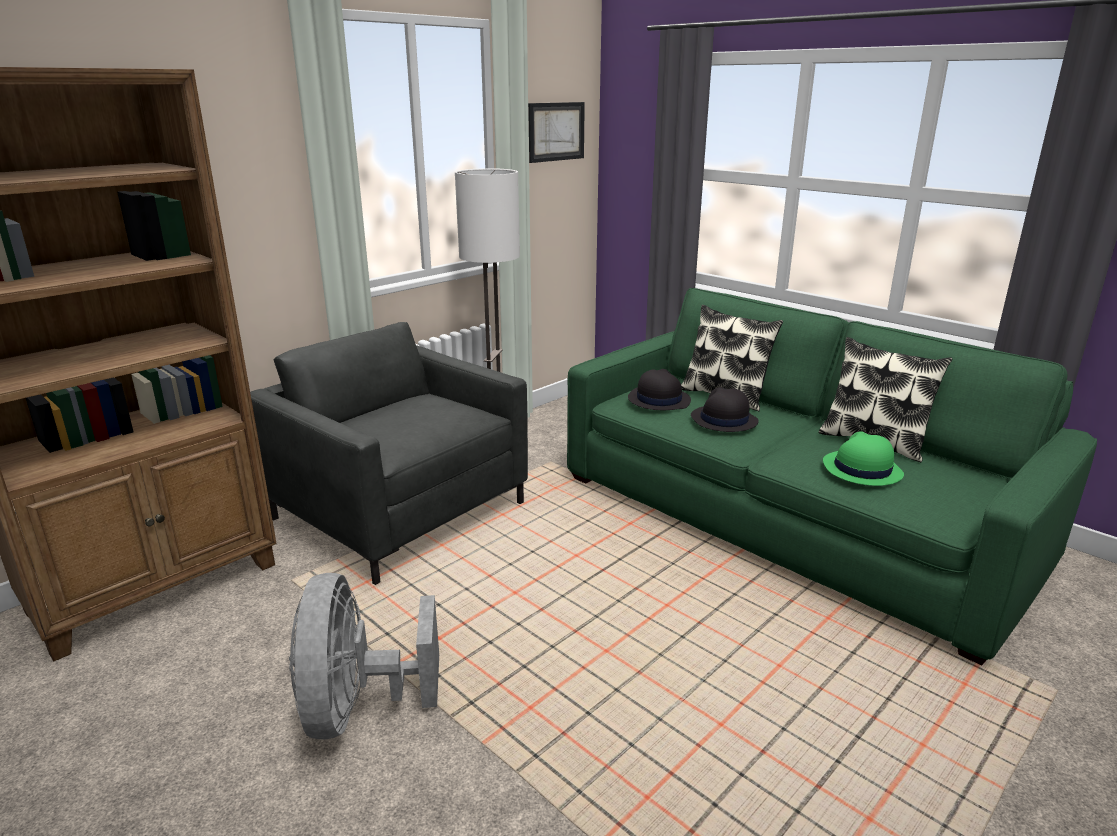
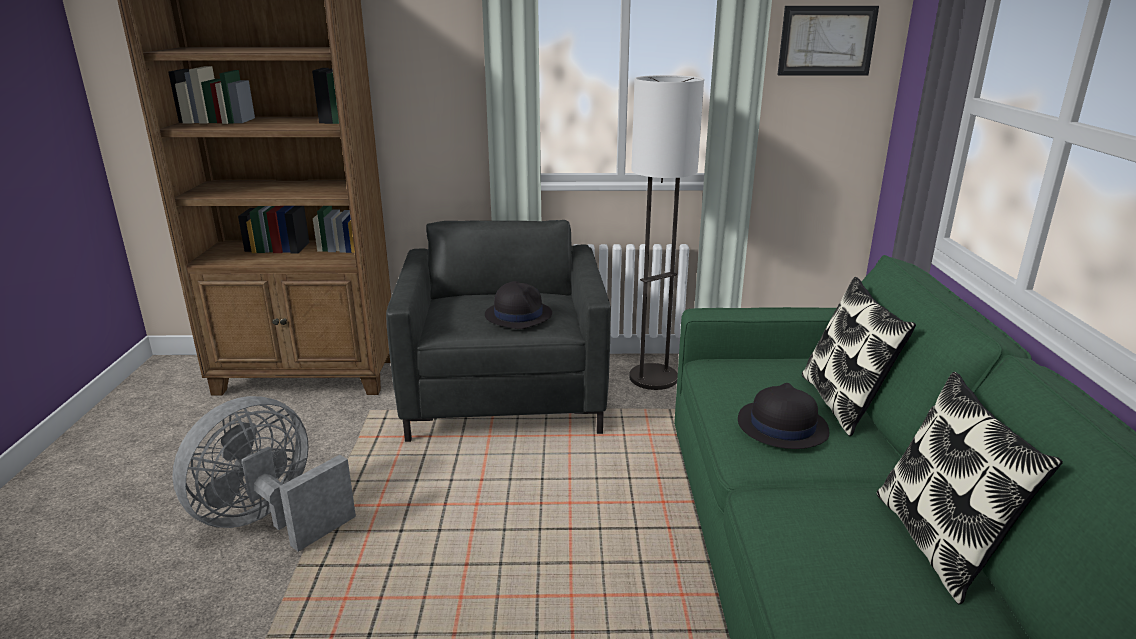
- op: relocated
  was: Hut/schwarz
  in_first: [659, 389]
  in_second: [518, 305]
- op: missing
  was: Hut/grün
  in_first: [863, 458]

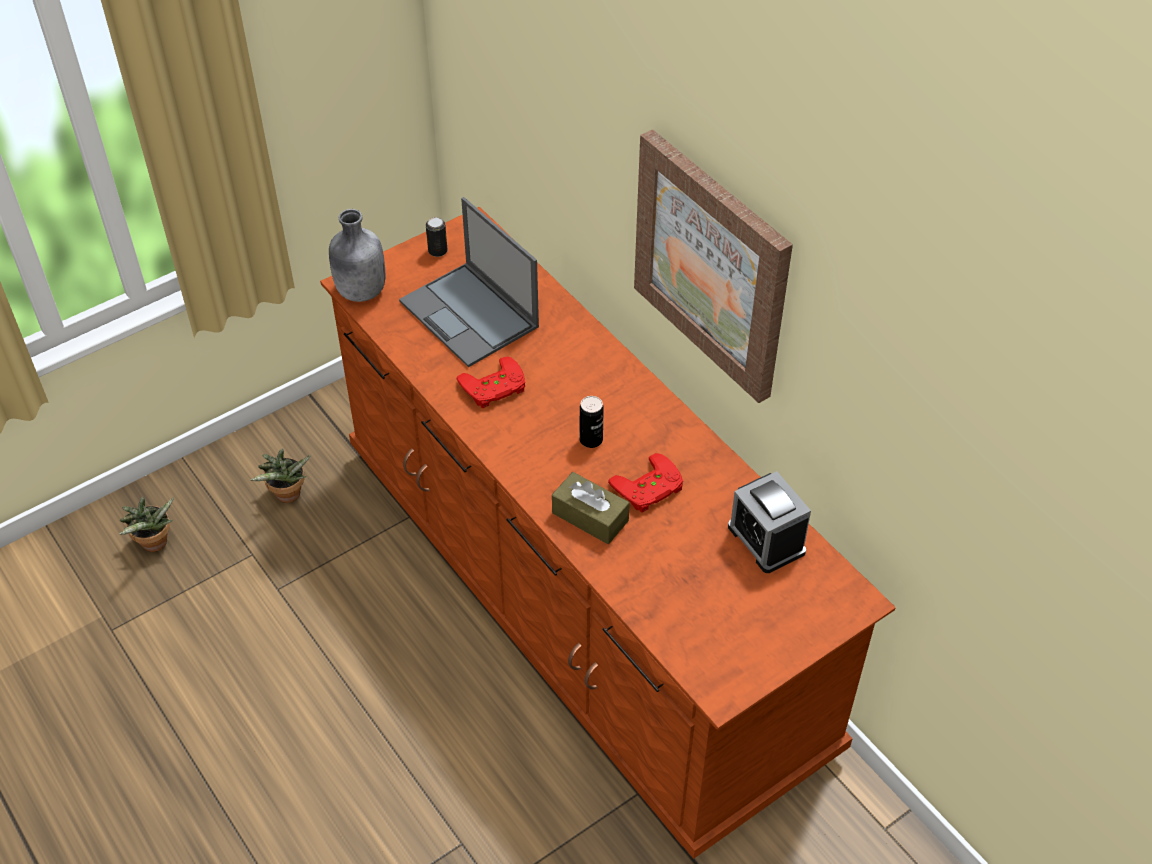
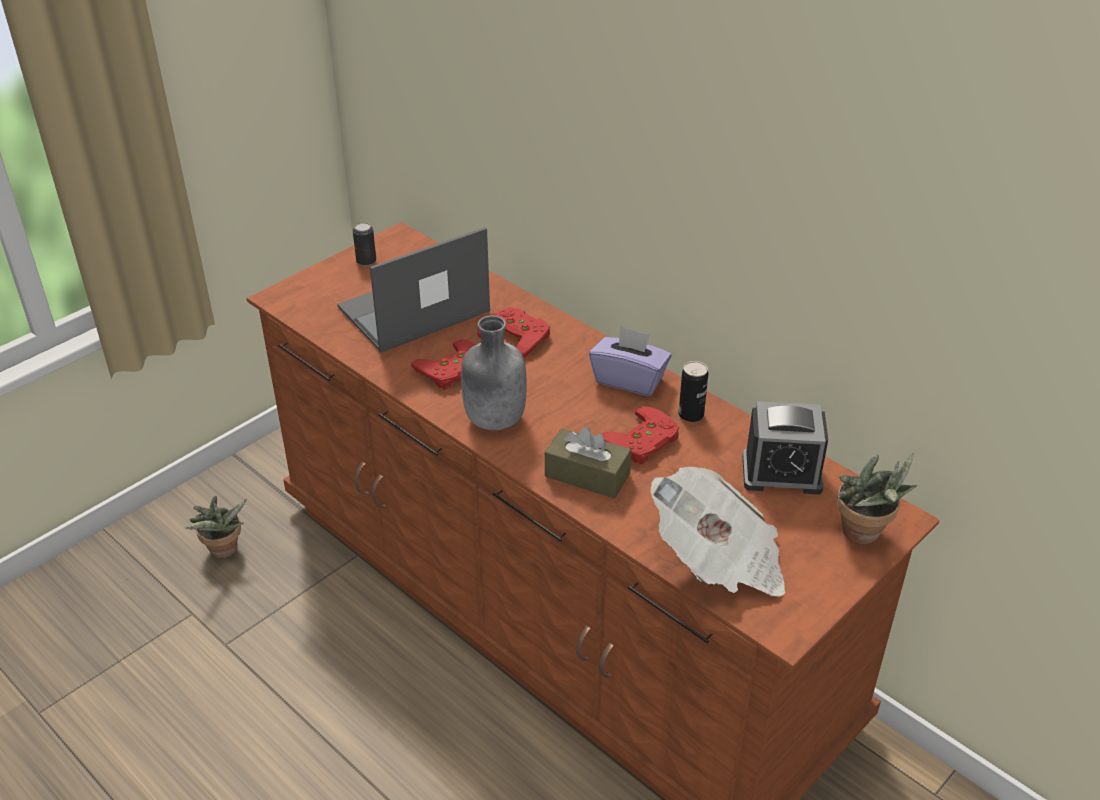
- op: relocated
  was: Topfpflanze
  in_first: [146, 524]
  in_second: [877, 498]
- op: relocated
  was: Flasche/grau
  in_first: [357, 255]
  in_second: [494, 372]
- op: spun
  was: Laptop
  in_first: [469, 282]
  in_second: [413, 289]
  clockwise: 105
- op: relocated
  was: Dose
  in_first: [592, 422]
  in_second: [693, 391]
- op: missing
  was: Bild
  in_first: [713, 266]
- op: spun
  was: Wecker
  in_first: [769, 522]
  in_second: [785, 448]
  clockwise: -45
- op: appeared
  now: Gamepad/rot
  in_second: [513, 332]
- op: appeared
  now: Taschentuchbox/lila
  in_second: [630, 361]
- op: appeared
  now: Zeitung
  in_second: [718, 532]

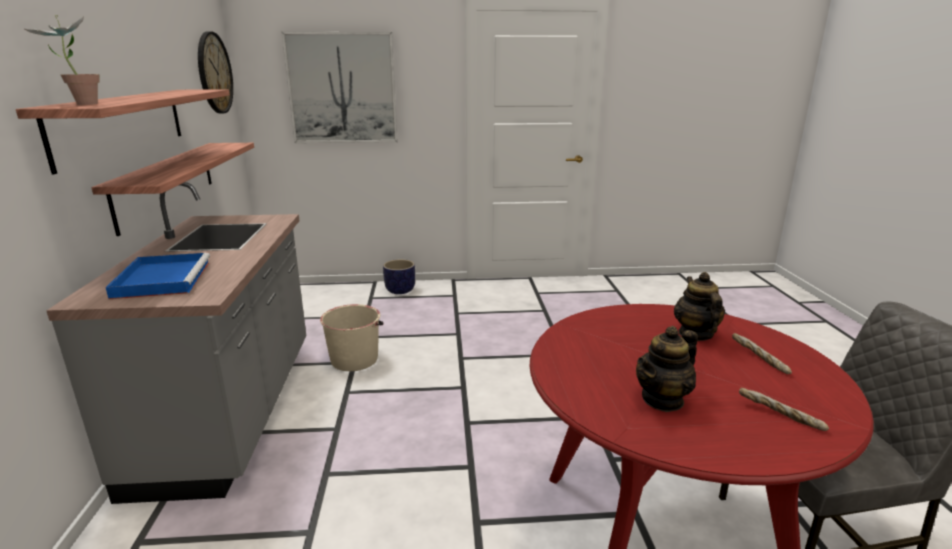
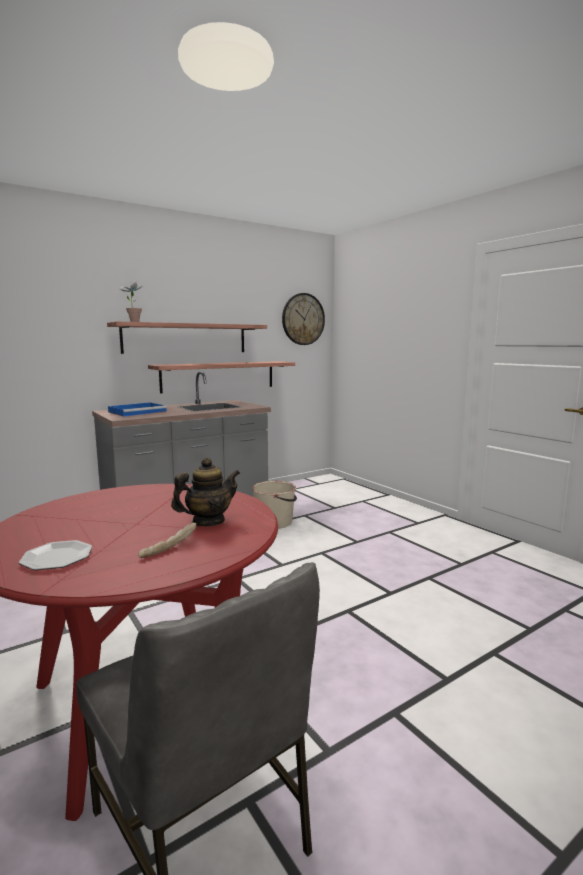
- op: missing
  was: Bild
  in_first: [339, 87]
- op: missing
  was: Pflanzkübel
  in_first: [399, 276]
- op: missing
  was: Teekanne
  in_first: [667, 369]
- op: exchanged
  was: Brot
  now: Teller
  in_first: [784, 409]
  in_second: [55, 555]

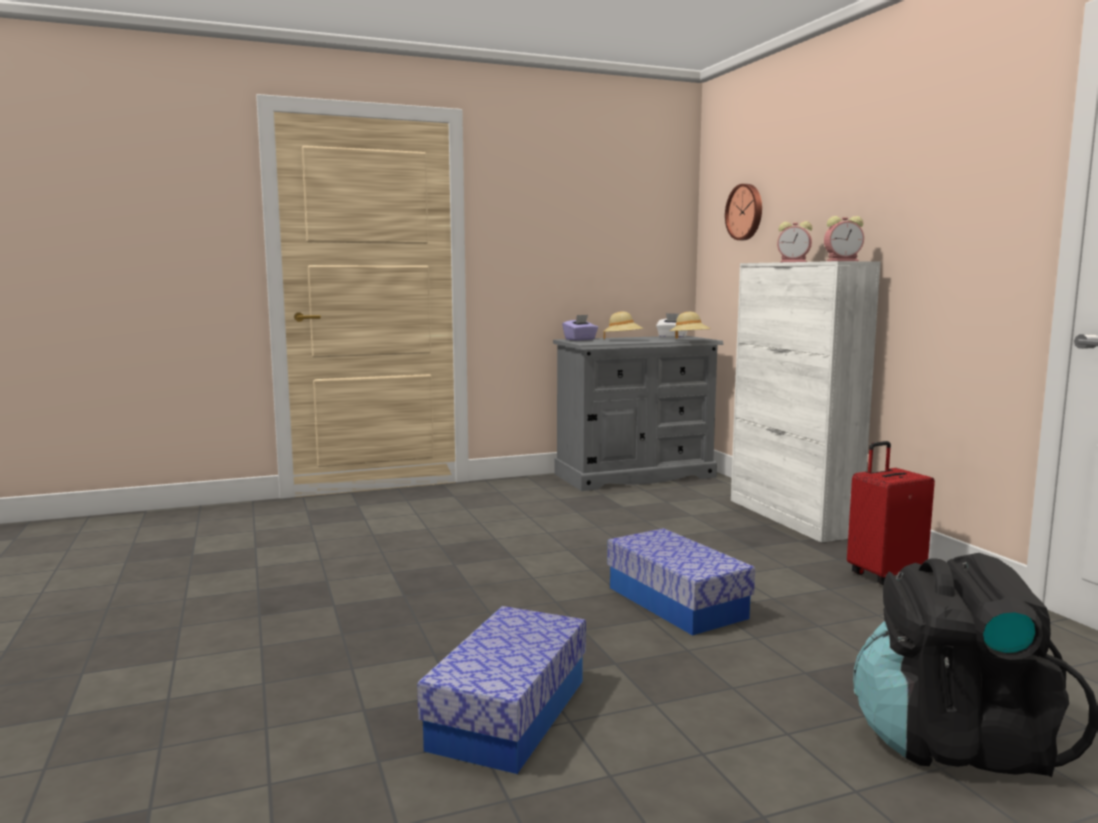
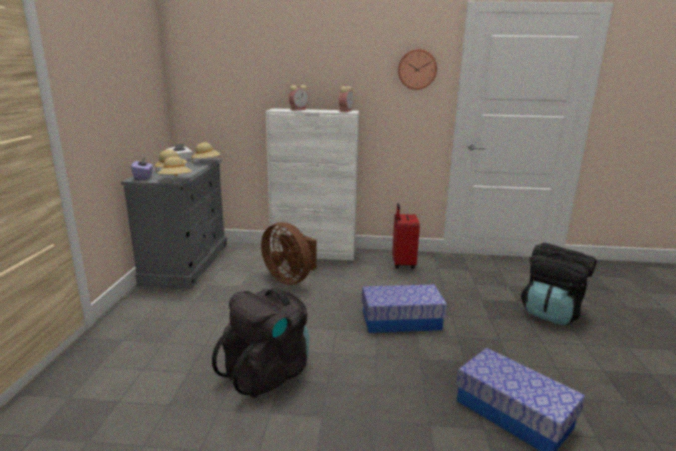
- op: relocated
  was: Wanduhr
  in_first: [743, 212]
  in_second: [417, 69]
- op: appeared
  now: Hut/beige
  in_second: [175, 166]
- op: appeared
  now: Rucksack/schwarz
  in_second: [260, 343]
- op: appeared
  now: Ventilator/braun
  in_second: [288, 253]

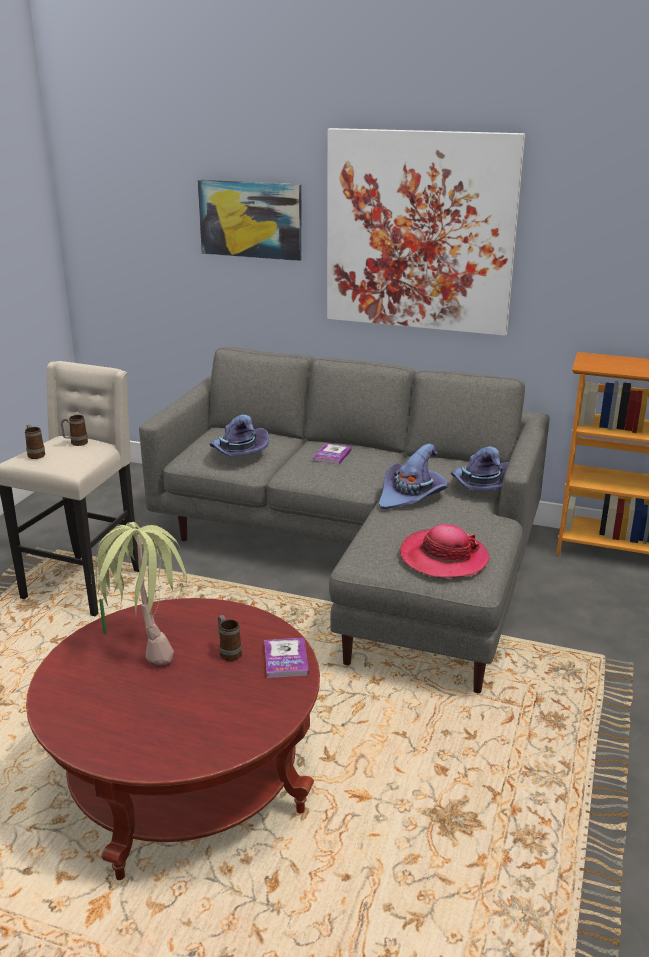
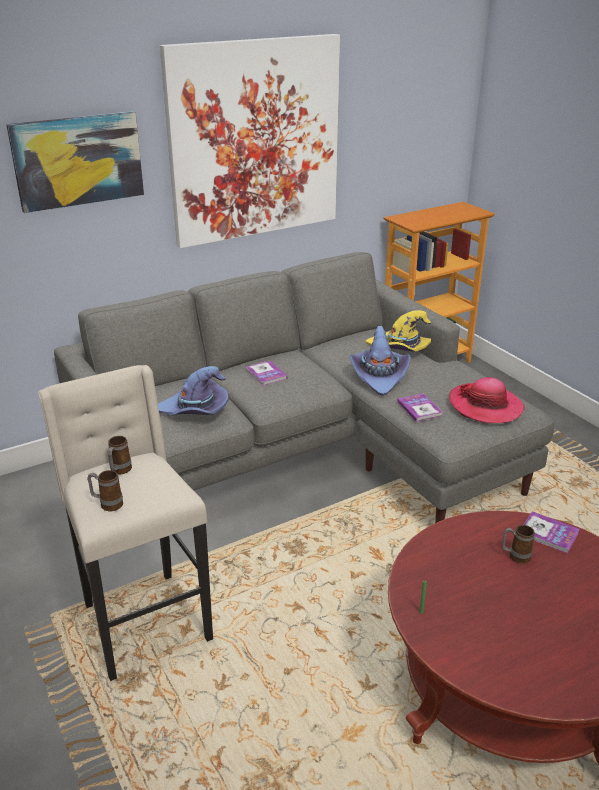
- op: missing
  was: Topfpflanze
  in_first: [139, 593]
- op: colour
  was: Hut/lila
  now: Hut/gelb
  in_first: [480, 468]
  in_second: [398, 330]
- op: appeared
  now: Buch
  in_second: [420, 407]

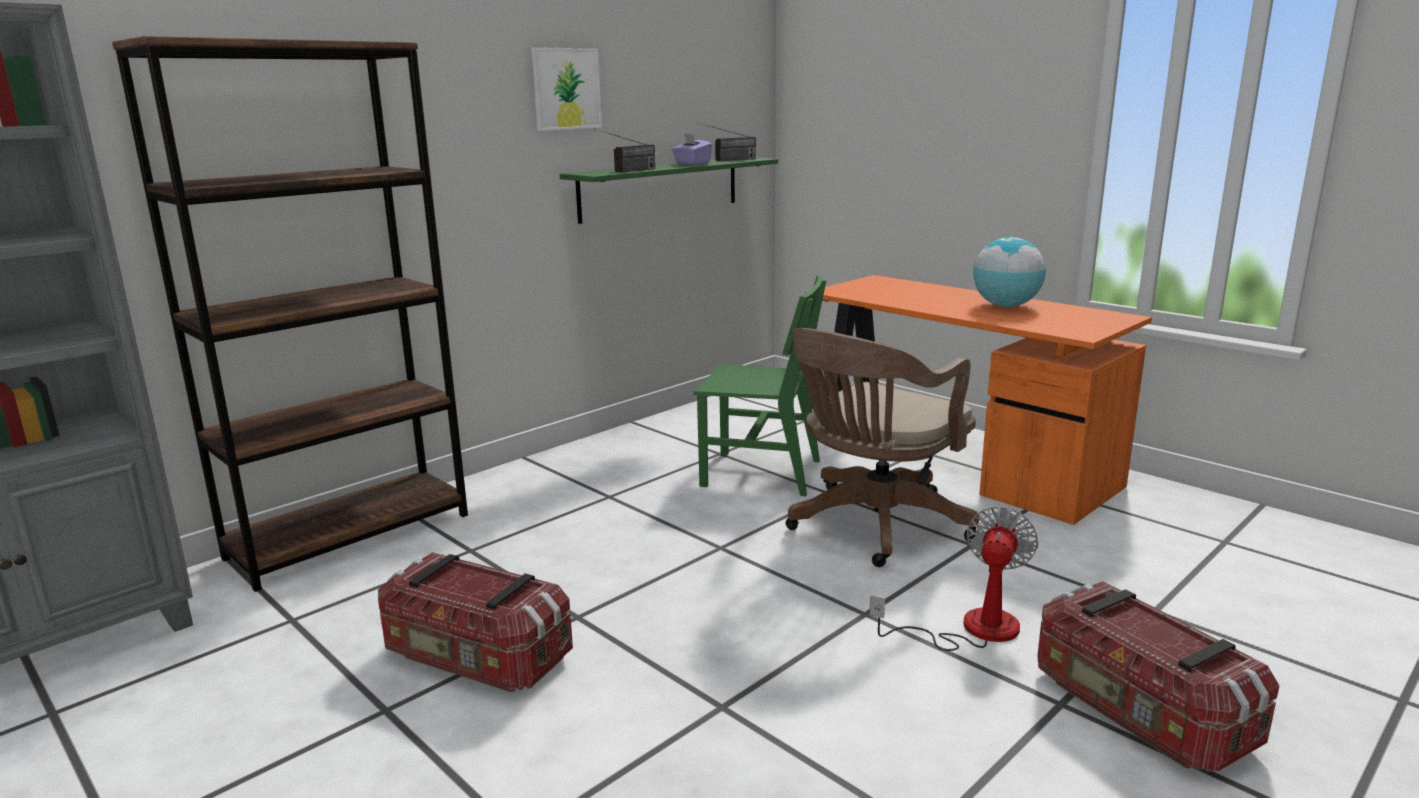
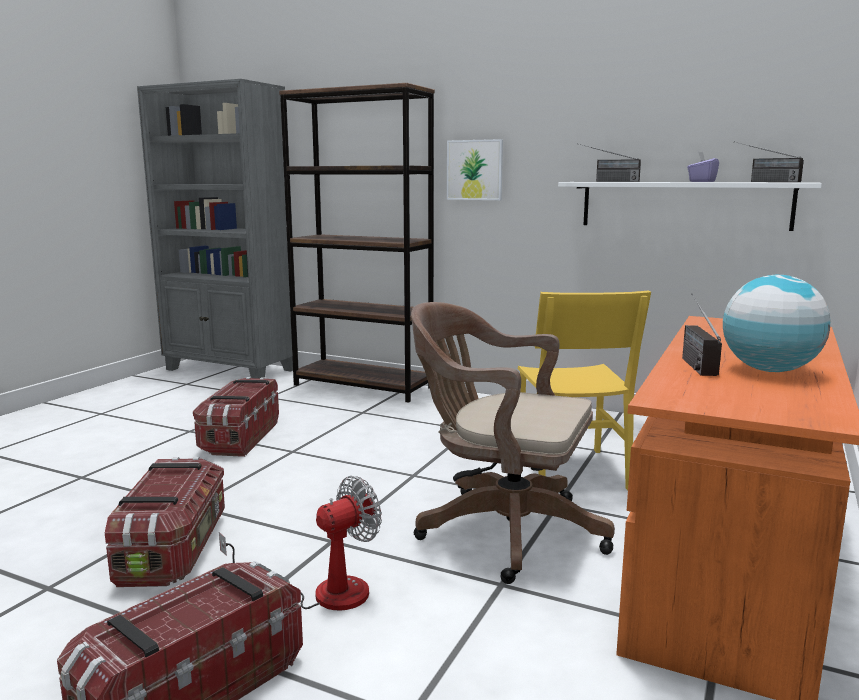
- op: relocated
  was: Bild
  in_first: [566, 89]
  in_second: [475, 169]
- op: colour
  was: Wandregal/grün
  now: Wandregal/weiß
  in_first: [668, 191]
  in_second: [690, 206]
- op: colour
  was: Stuhl/grün
  now: Stuhl/gelb
  in_first: [759, 385]
  in_second: [584, 390]
- op: spun
  was: Ventilator
  in_first: [954, 578]
  in_second: [300, 543]
  clockwise: -45
- op: appeared
  now: Aufbewahrungsbox
  in_second: [165, 522]
- op: appeared
  now: Radio
  in_second: [702, 335]

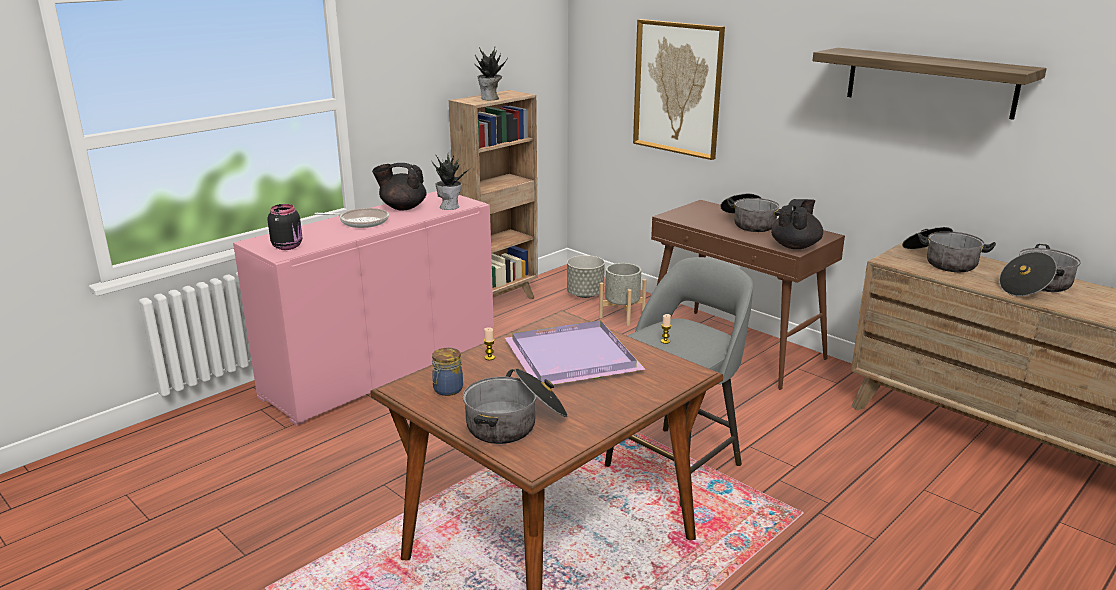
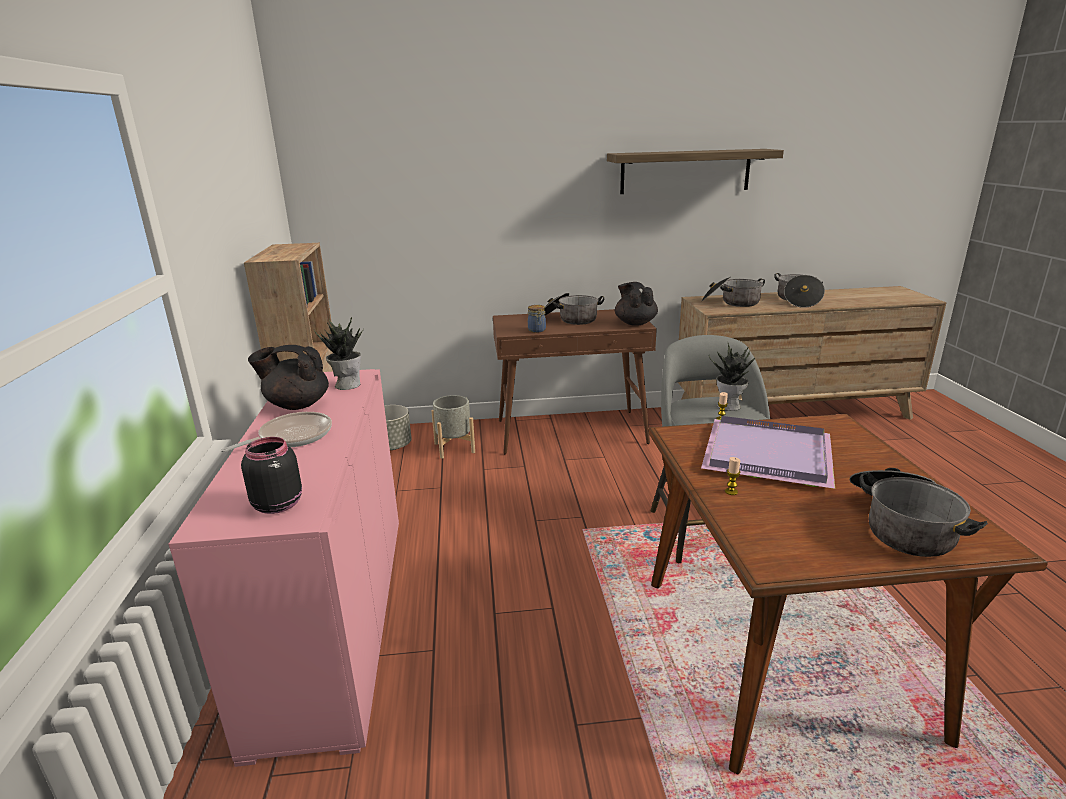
- op: spun
  was: Teekanne/schwarz
  in_first: [399, 187]
  in_second: [288, 377]
  clockwise: 45
- op: relocated
  was: Vorratsglas
  in_first: [447, 372]
  in_second: [537, 319]
- op: relocated
  was: Topfpflanze
  in_first: [491, 73]
  in_second: [732, 376]
- op: missing
  was: Bild
  in_first: [679, 89]

